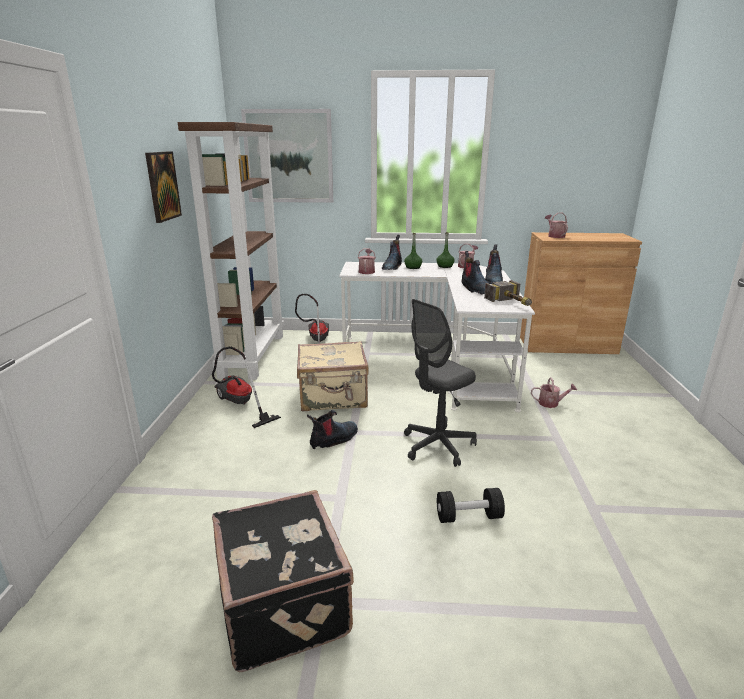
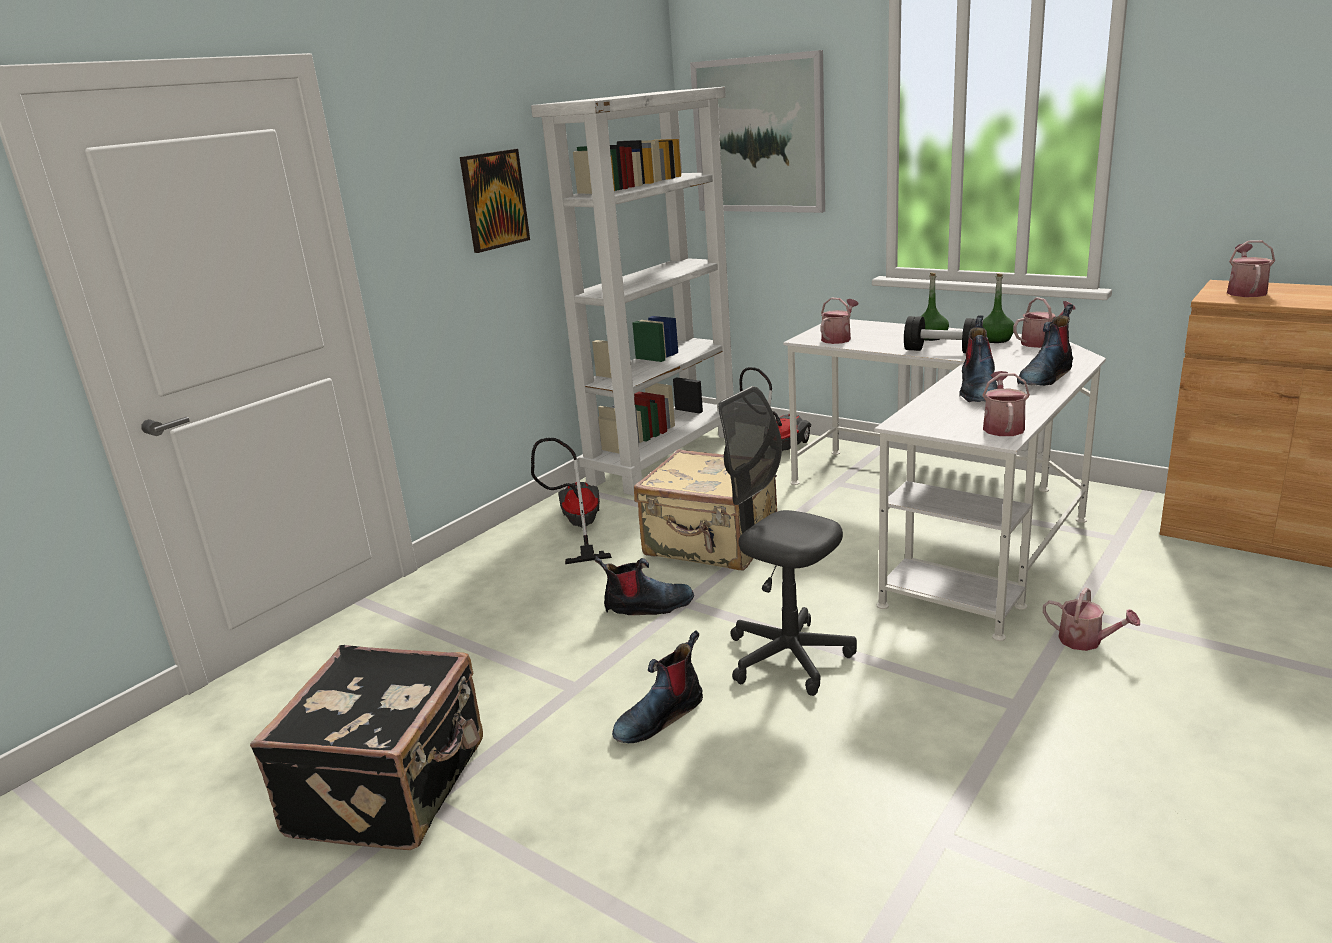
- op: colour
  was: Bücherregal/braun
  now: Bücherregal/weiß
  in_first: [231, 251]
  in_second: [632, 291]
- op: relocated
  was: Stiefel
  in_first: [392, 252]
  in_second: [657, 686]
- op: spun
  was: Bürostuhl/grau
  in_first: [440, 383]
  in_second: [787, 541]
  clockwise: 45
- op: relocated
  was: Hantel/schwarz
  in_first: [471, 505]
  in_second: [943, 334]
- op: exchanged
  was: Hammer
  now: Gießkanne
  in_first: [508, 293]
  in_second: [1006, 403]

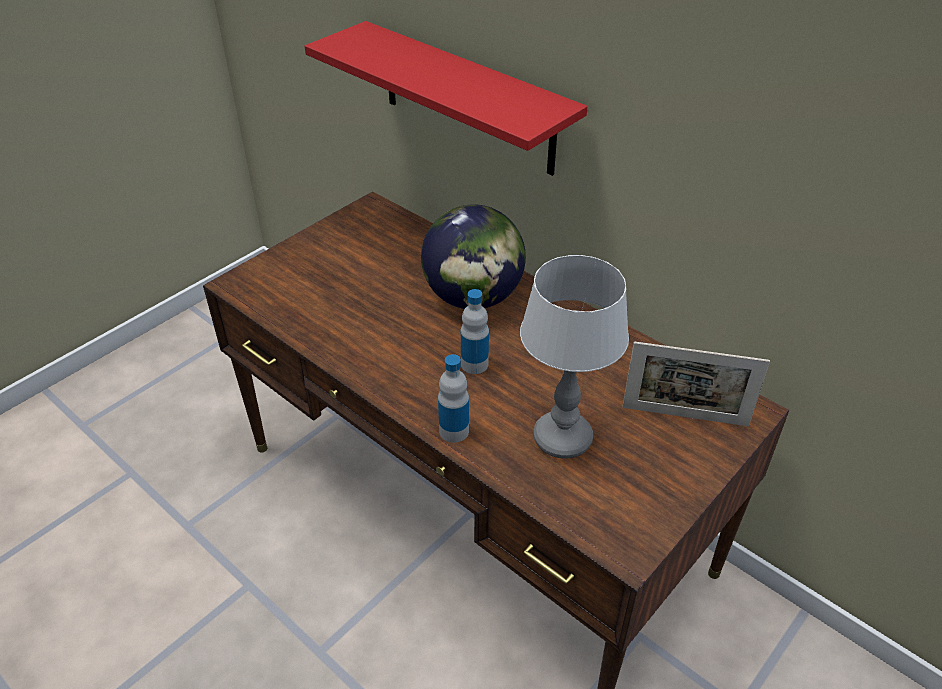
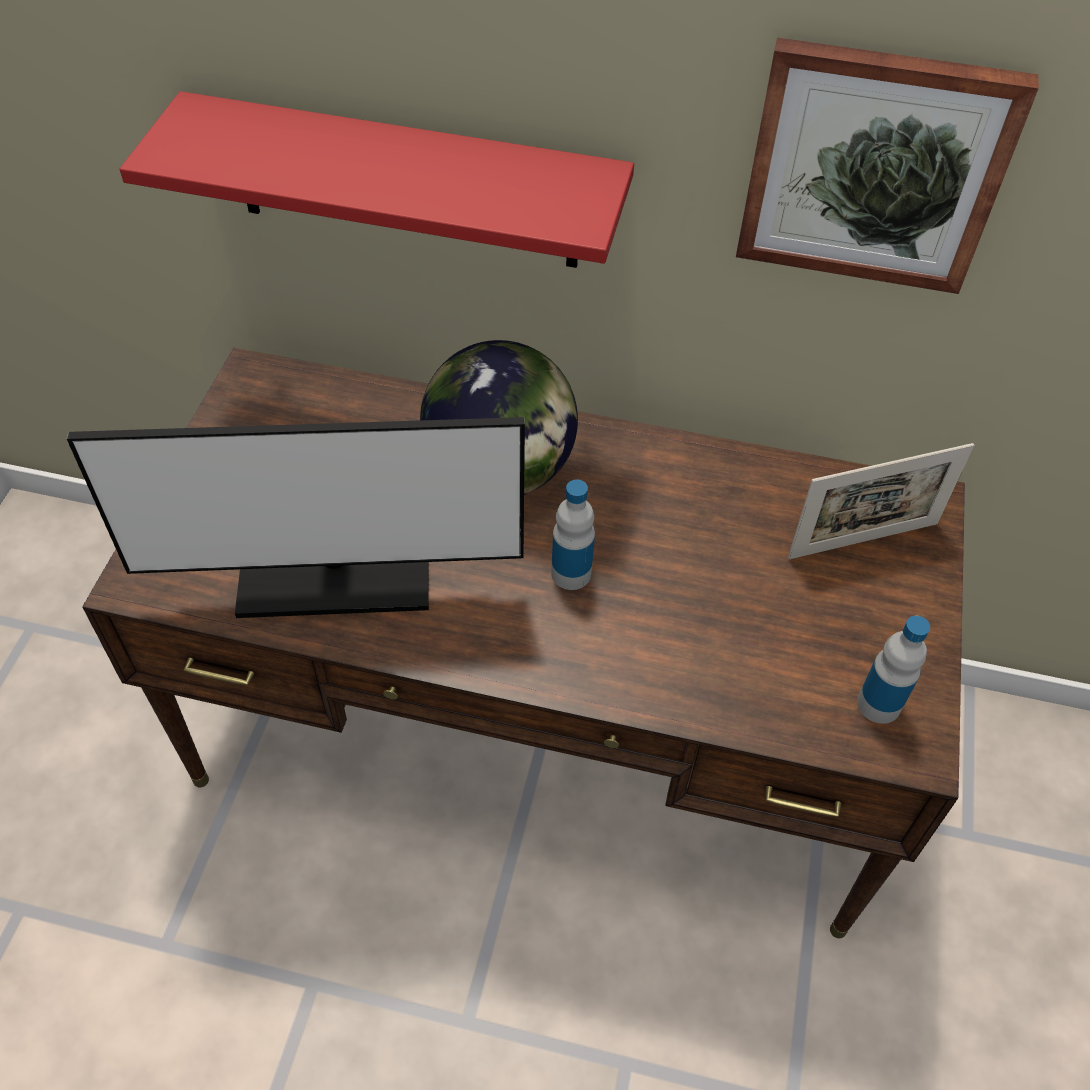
- op: relocated
  was: Flasche
  in_first: [453, 398]
  in_second: [893, 670]
- op: missing
  was: Tischlampe
  in_first: [574, 357]
- op: appeared
  now: Monitor
  in_second: [296, 517]
- op: appeared
  now: Bild
  in_second: [887, 166]

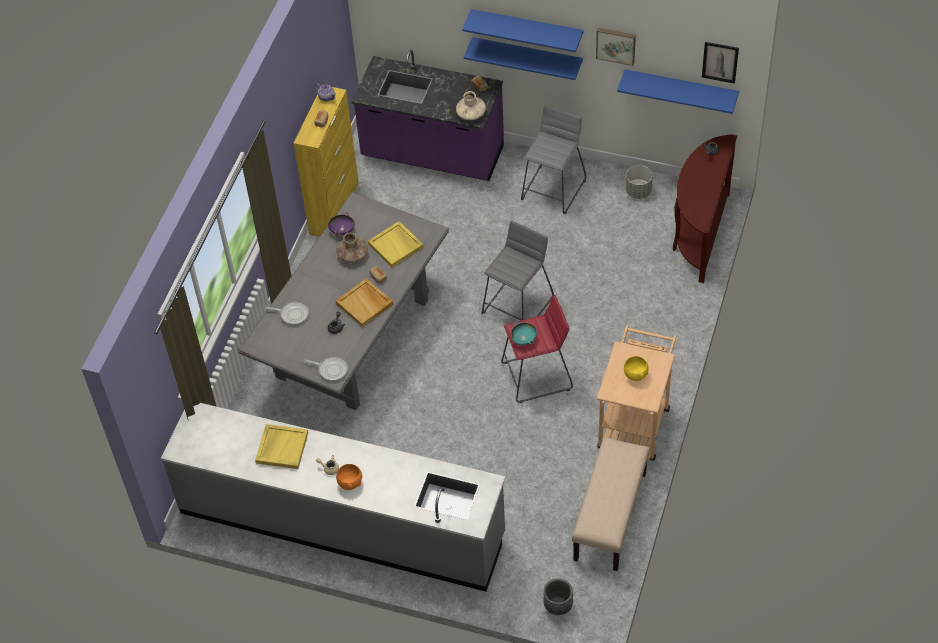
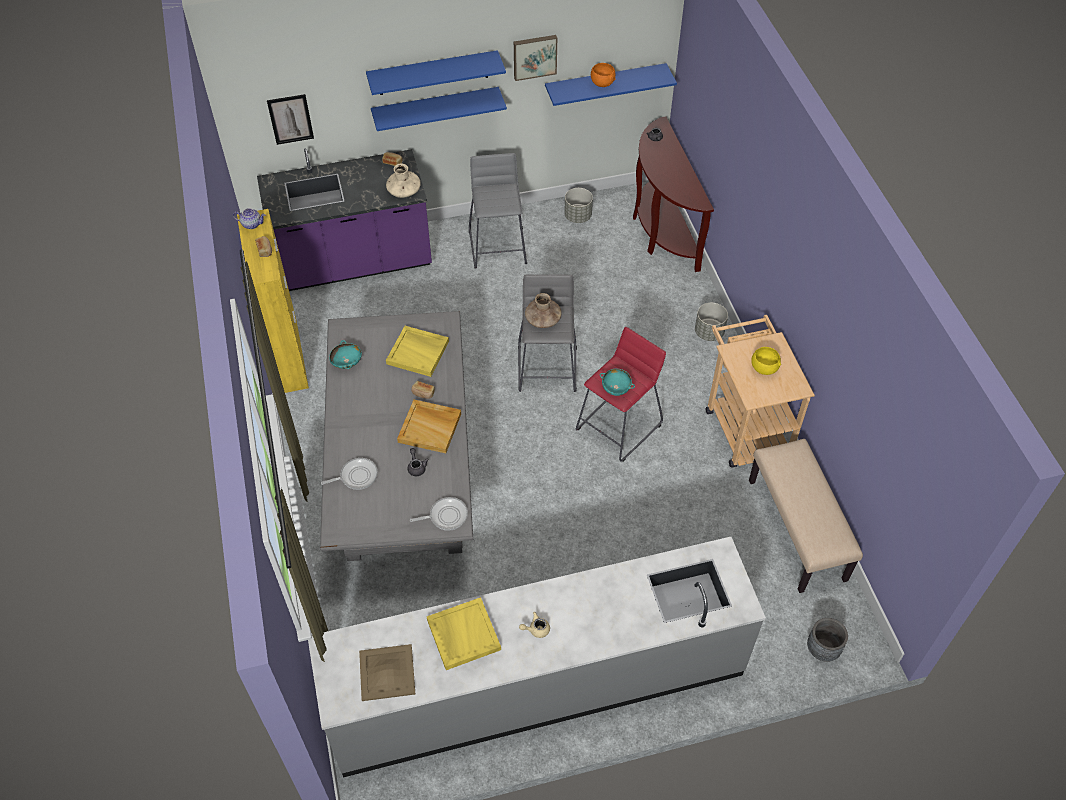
- op: colour
  was: Schüssel/lila
  now: Schüssel/türkis
  in_first: [341, 224]
  in_second: [345, 354]
- op: relocated
  was: Vase/braun
  in_first: [352, 247]
  in_second: [543, 310]
- op: relocated
  was: Schüssel/orange
  in_first: [349, 477]
  in_second: [603, 75]
- op: relocated
  was: Bild
  in_first: [720, 63]
  in_second: [290, 119]
- op: appeared
  now: Tablett/beige
  in_second: [387, 672]
- op: appeared
  now: Pflanzkübel/grau
  in_second: [711, 322]

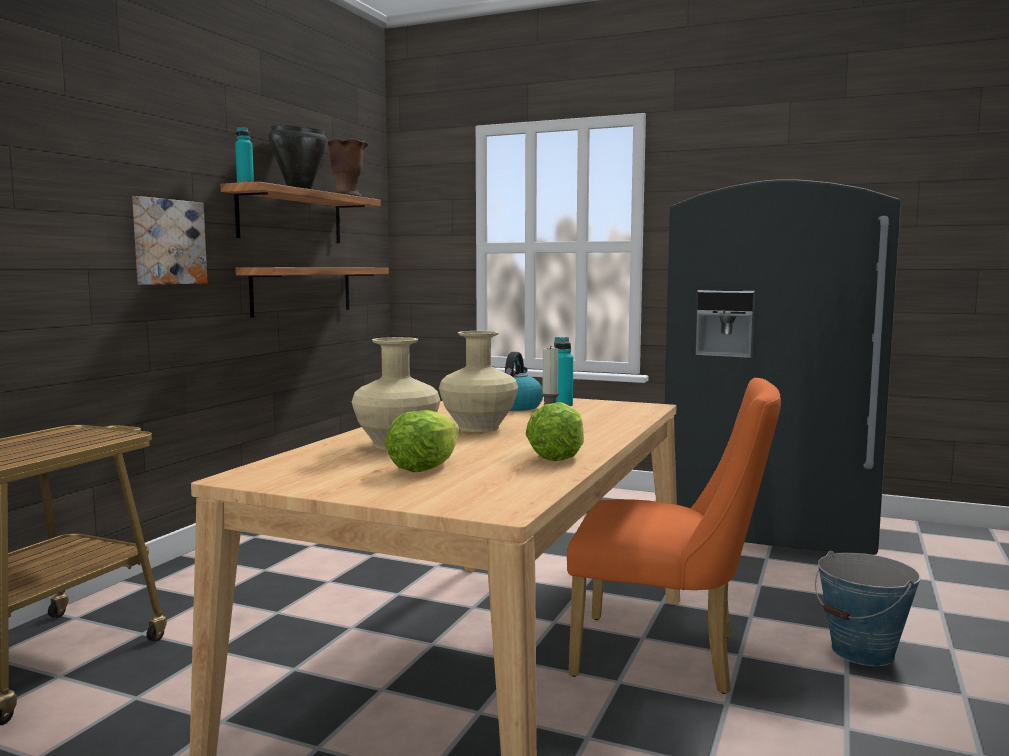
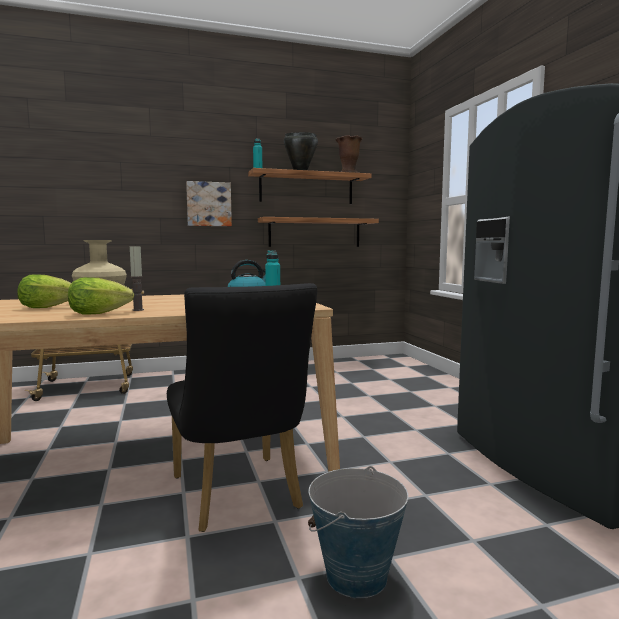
- op: missing
  was: Vase/beige
  in_first: [478, 381]
- op: colour
  was: Stuhl/orange
  now: Stuhl/schwarz
  in_first: [674, 536]
  in_second: [242, 407]

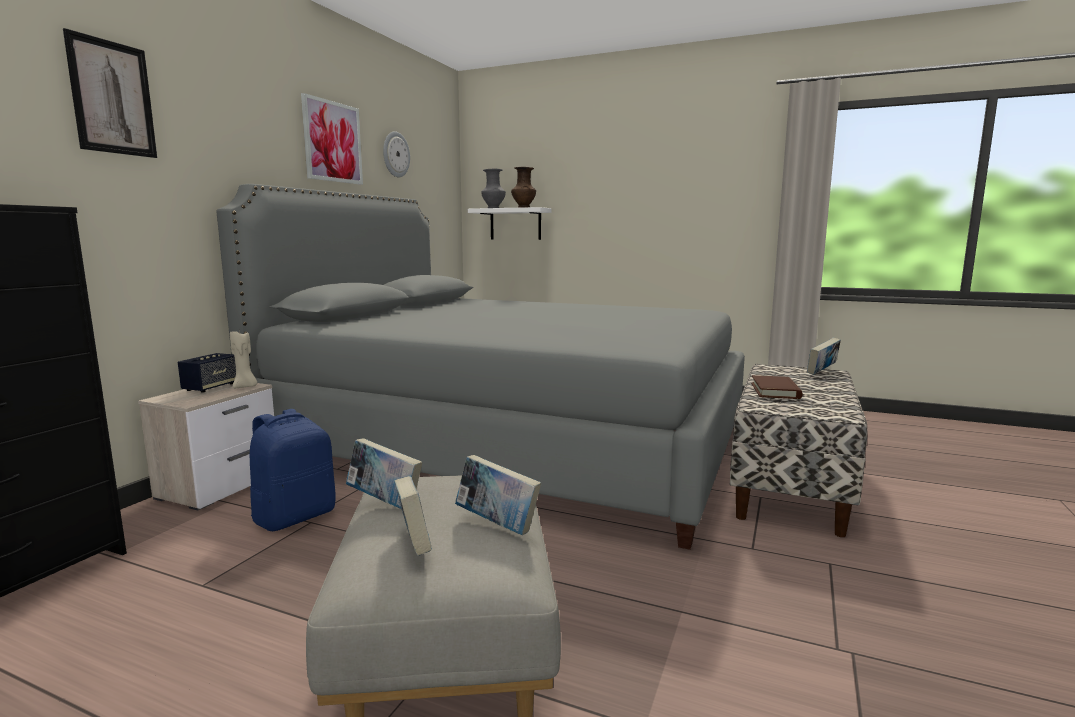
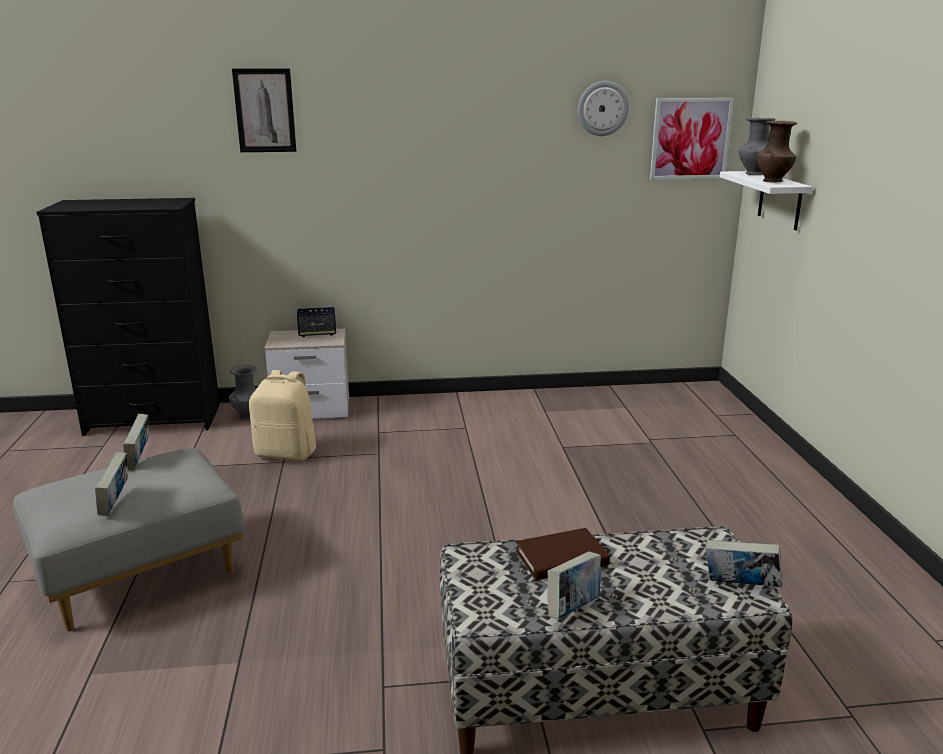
- op: missing
  was: Bett/grau
  in_first: [481, 367]
- op: missing
  was: Kerze/beige
  in_first: [243, 359]
- op: colour
  was: Rucksack/blau
  now: Rucksack/beige
  in_first: [293, 470]
  in_second: [282, 415]
- op: relocated
  was: Bild
  in_first: [332, 139]
  in_second: [692, 139]
- op: relocated
  was: Buch
  in_first: [413, 516]
  in_second: [574, 585]
- op: appeared
  now: Vase/grau
  in_second: [243, 392]

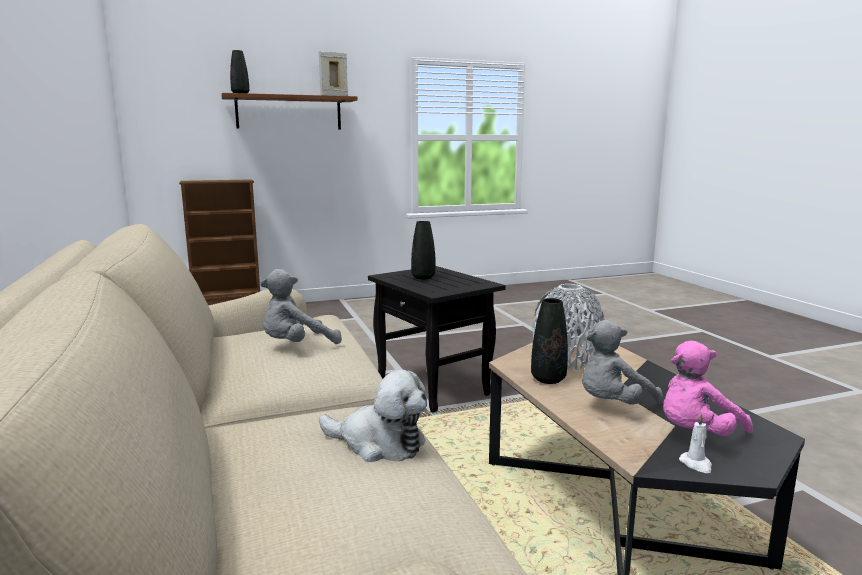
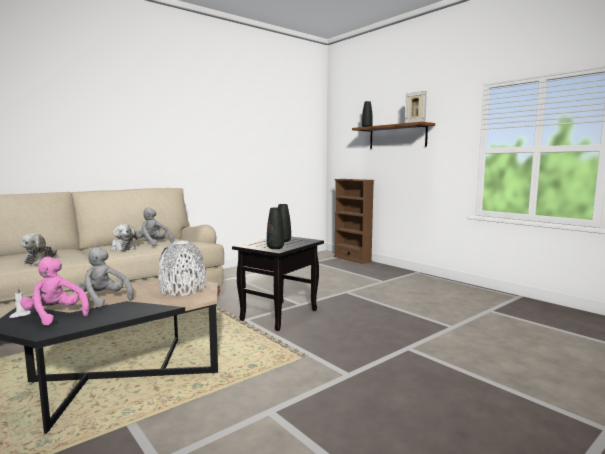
- op: relocated
  was: Vase/schwarz
  in_first: [549, 341]
  in_second: [275, 228]
- op: appeared
  now: Plüschtier
  in_second: [124, 237]

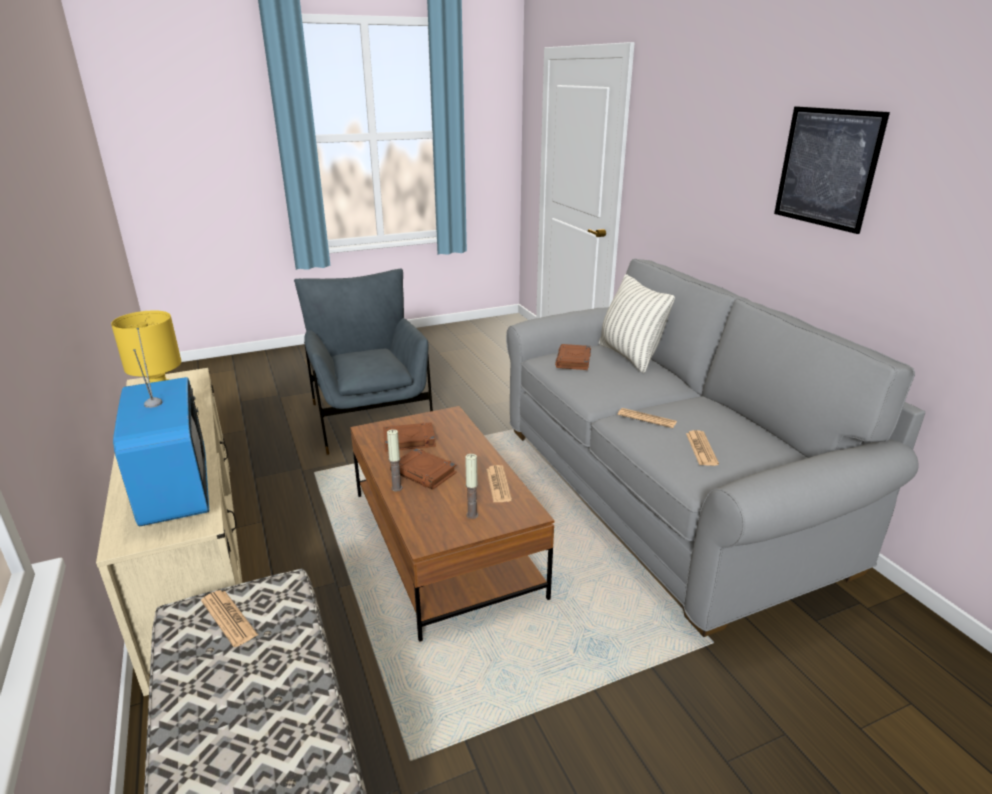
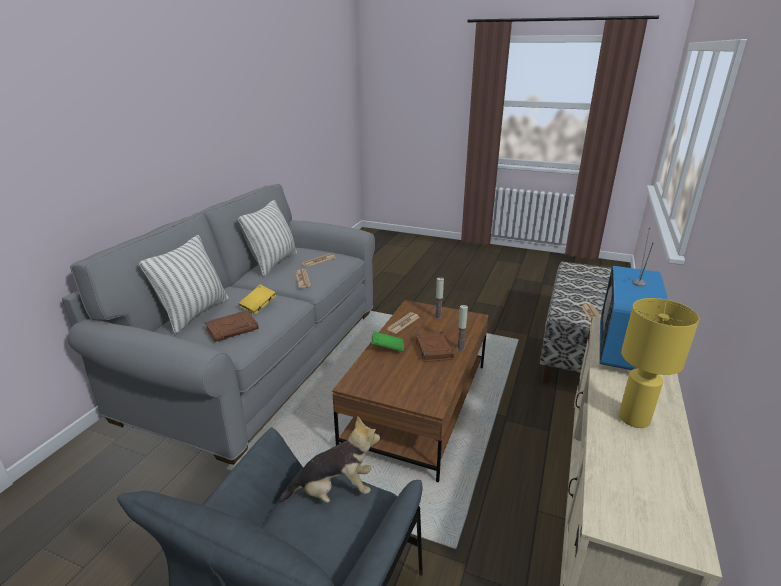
- op: missing
  was: Buch/braun
  in_first: [409, 437]
- op: missing
  was: Bild
  in_first: [832, 170]
- op: appeared
  now: Kissen
  in_second: [267, 238]
- op: appeared
  now: Buch/gelb
  in_second: [257, 299]
- op: appeared
  now: Plüschtier
  in_second: [329, 459]
- op: appeared
  now: Buch/grün
  in_second: [387, 341]

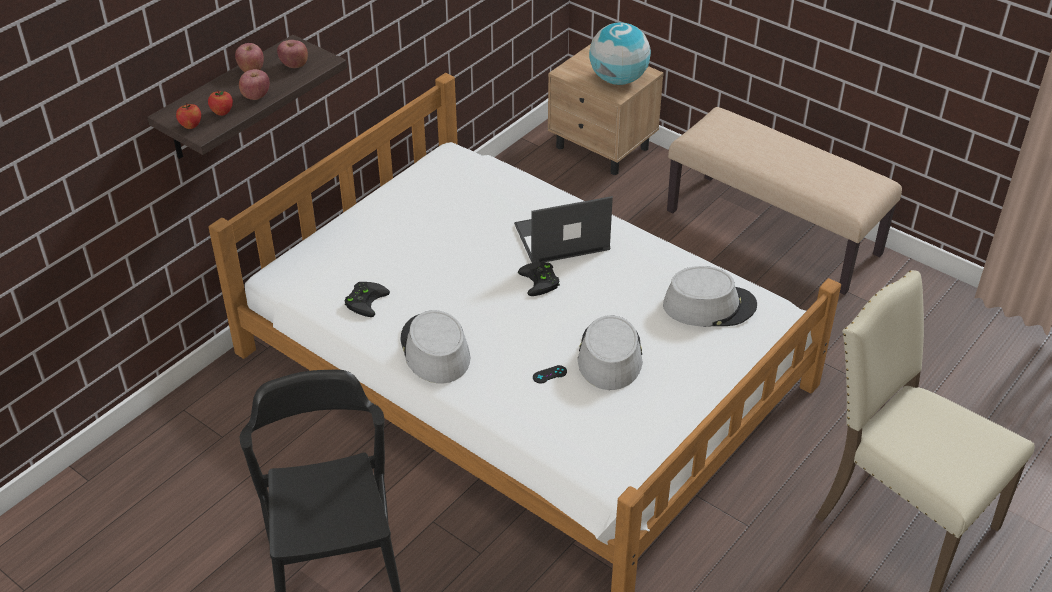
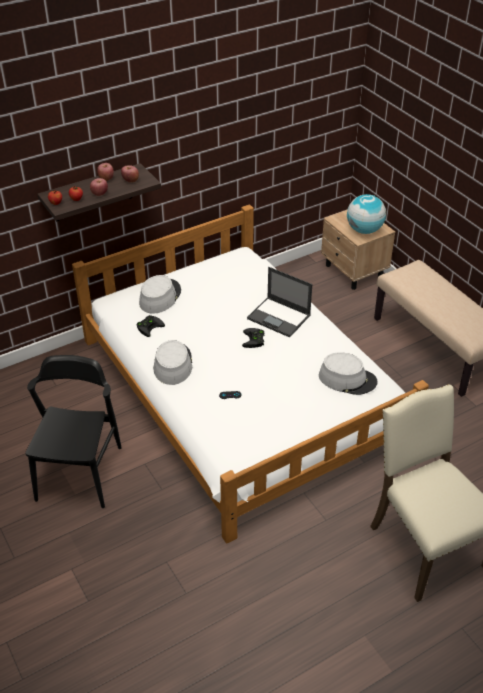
- op: spun
  was: Laptop
  in_first: [563, 229]
  in_second: [279, 302]
  clockwise: -150
- op: relocated
  was: Hut/grau
  in_first: [610, 352]
  in_second: [160, 294]

